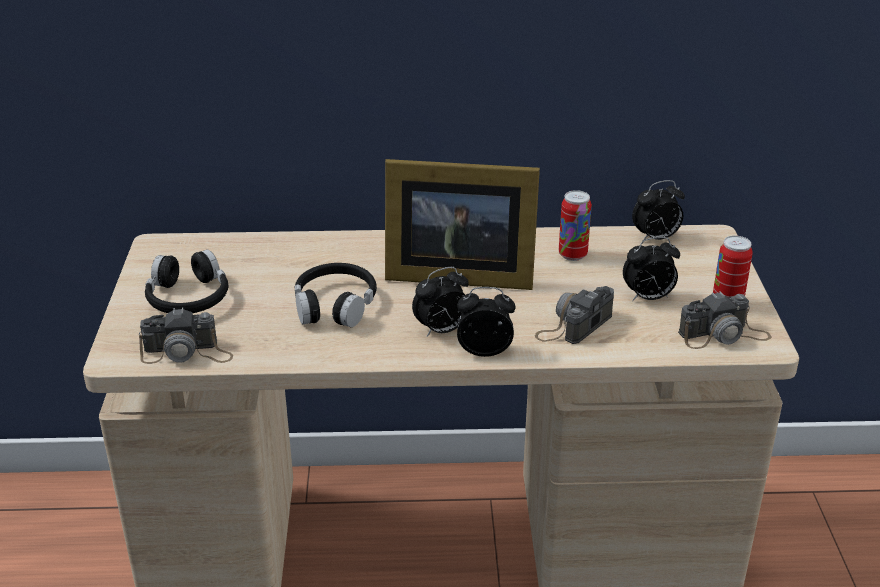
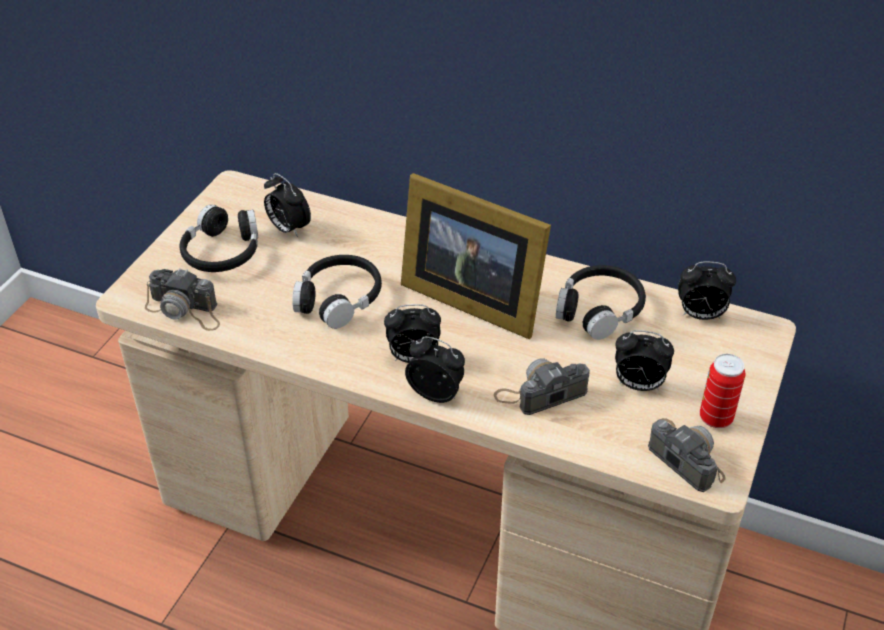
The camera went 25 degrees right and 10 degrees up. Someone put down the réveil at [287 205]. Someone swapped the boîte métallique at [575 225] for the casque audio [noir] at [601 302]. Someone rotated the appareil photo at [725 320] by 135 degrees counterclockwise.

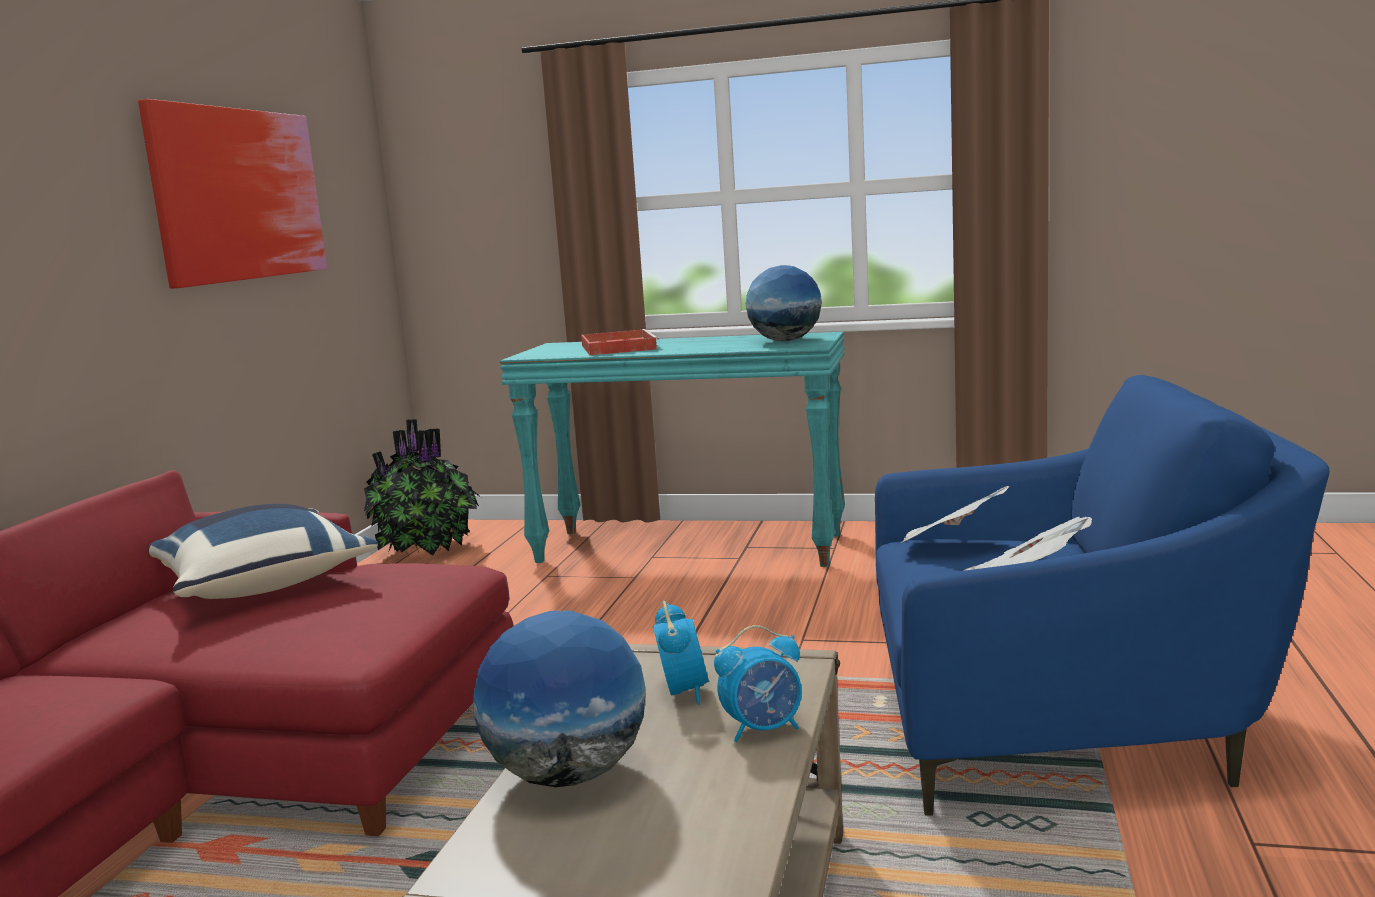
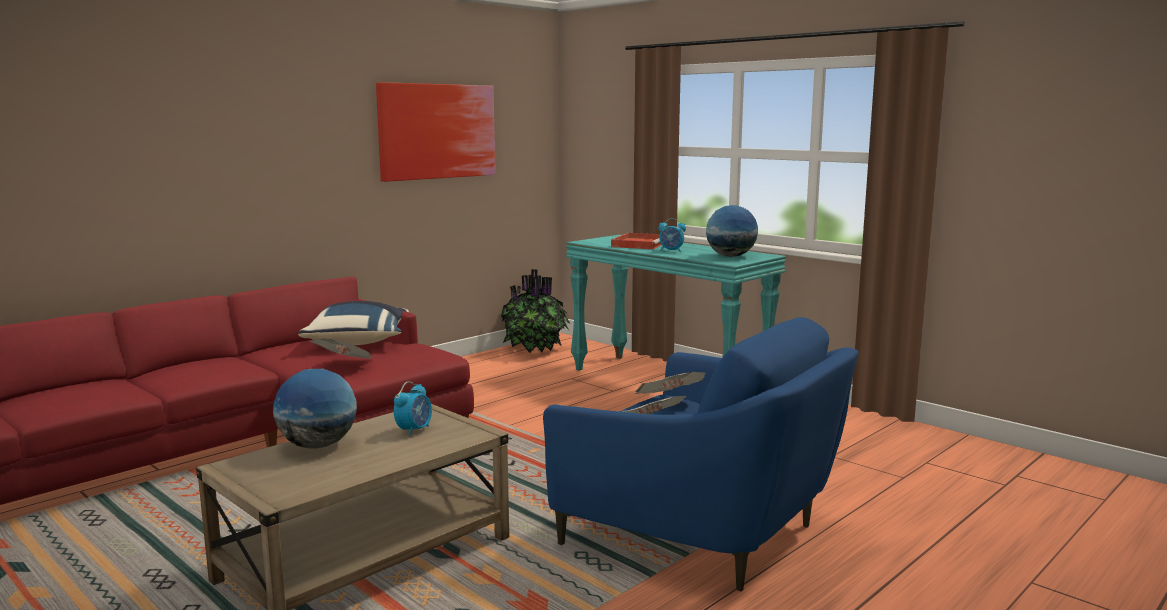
The camera went 30 degrees right and 0 degrees up. Someone put down the journal at [341 348]. Someone carried the réveil from [758 683] to [672 235].

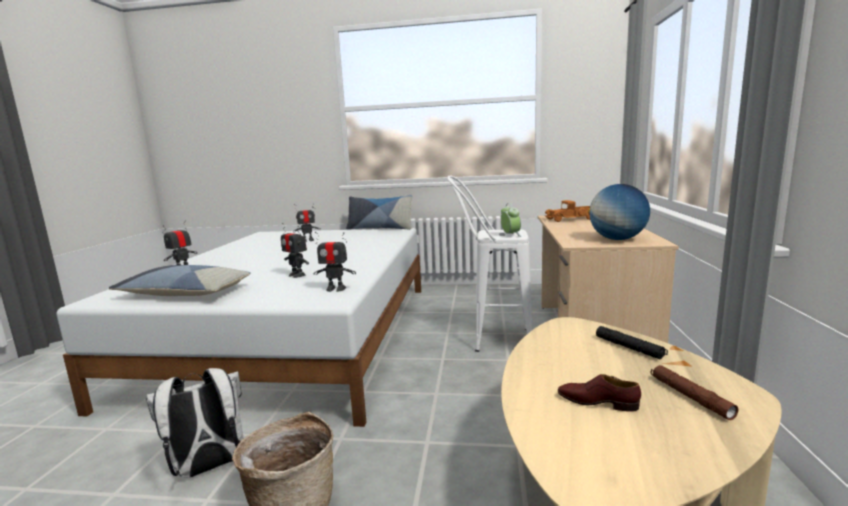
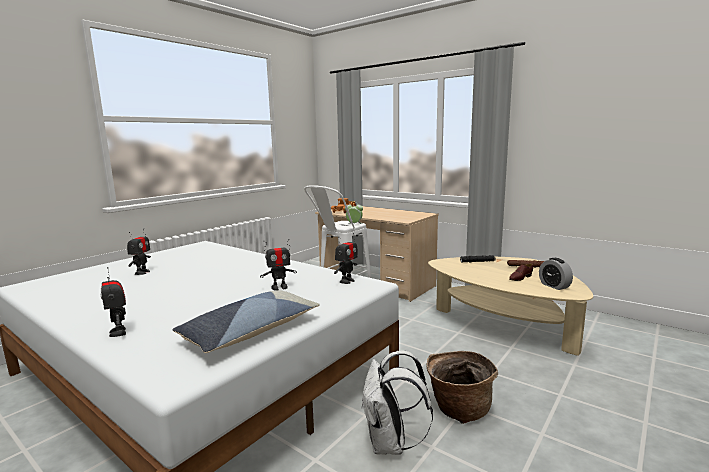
The camera went 60 degrees left and 0 degrees up. Someone took away the coussin at [379 212]. Someone took away the globe at [619 212]. Someone put down the réveil at [556 274].

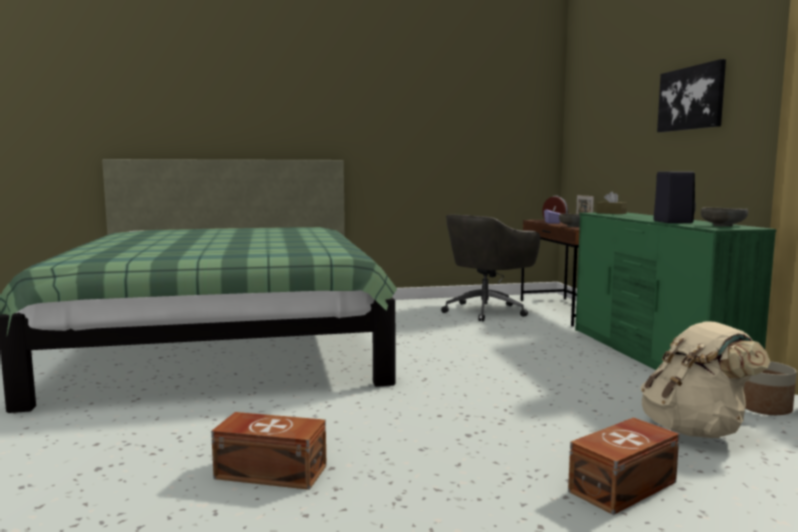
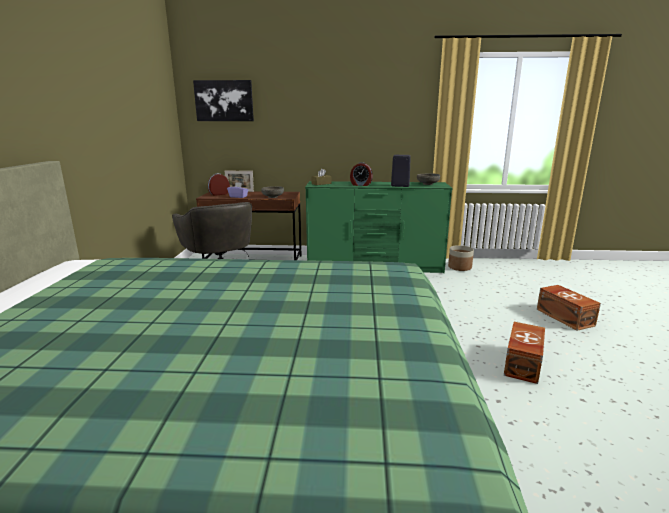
The camera went 75 degrees left and 10 degrees up. Someone took away the sac à dos [beige] at [705 380]. Someone put down the réveil at [361 174]. Someone carried the boîte de rangement [marron] from [269 451] to [524 353]. Someone carried the tableau from [691 95] to [223 100].

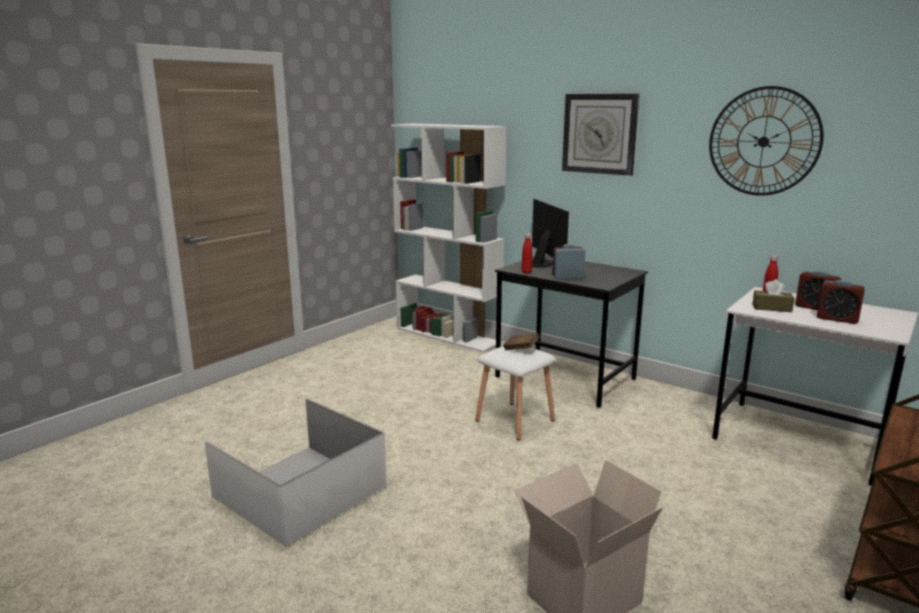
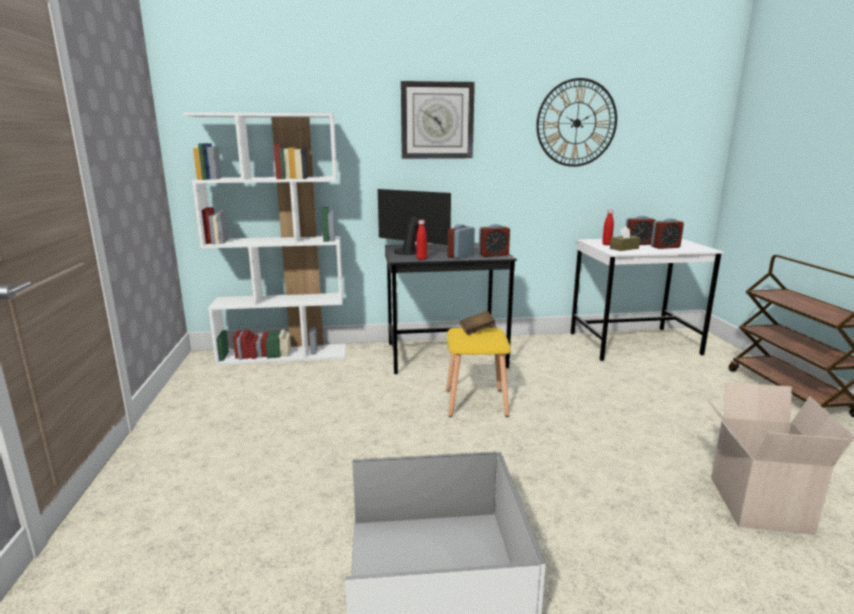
The camera went 45 degrees left and 0 degrees up. Someone put down the réveil at [494 240]. Someone repainted the tabouret [blanc] at [515 393], which became the tabouret [jaune] at [478 372].

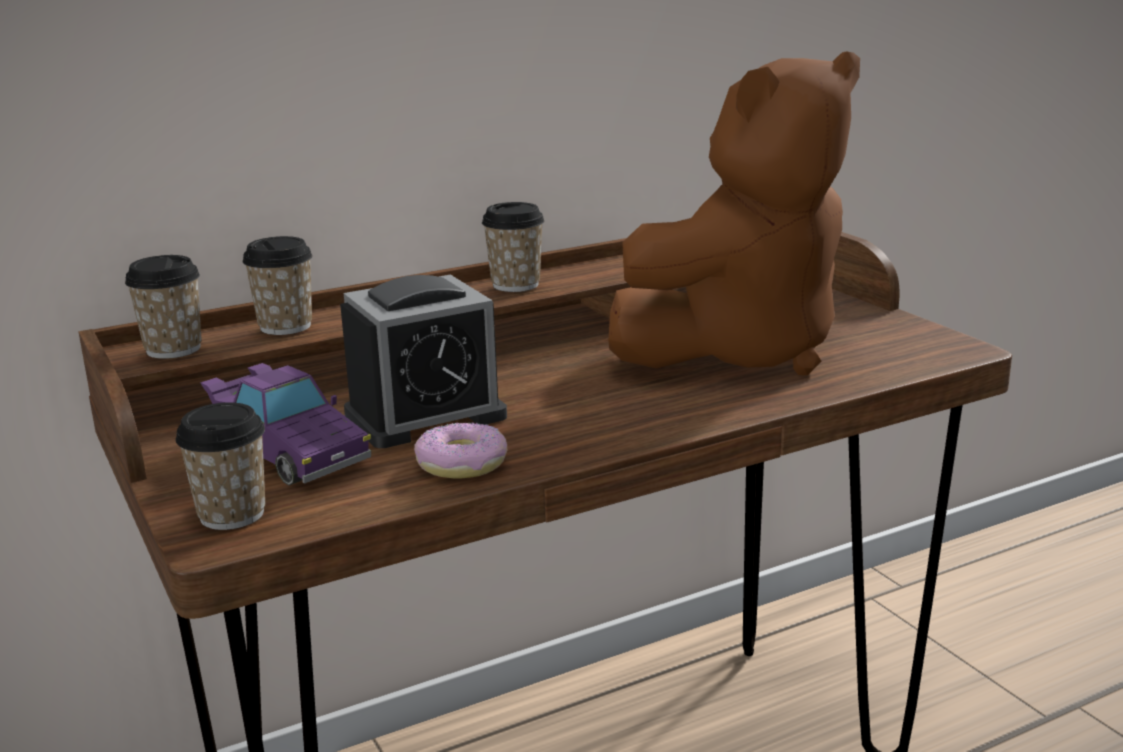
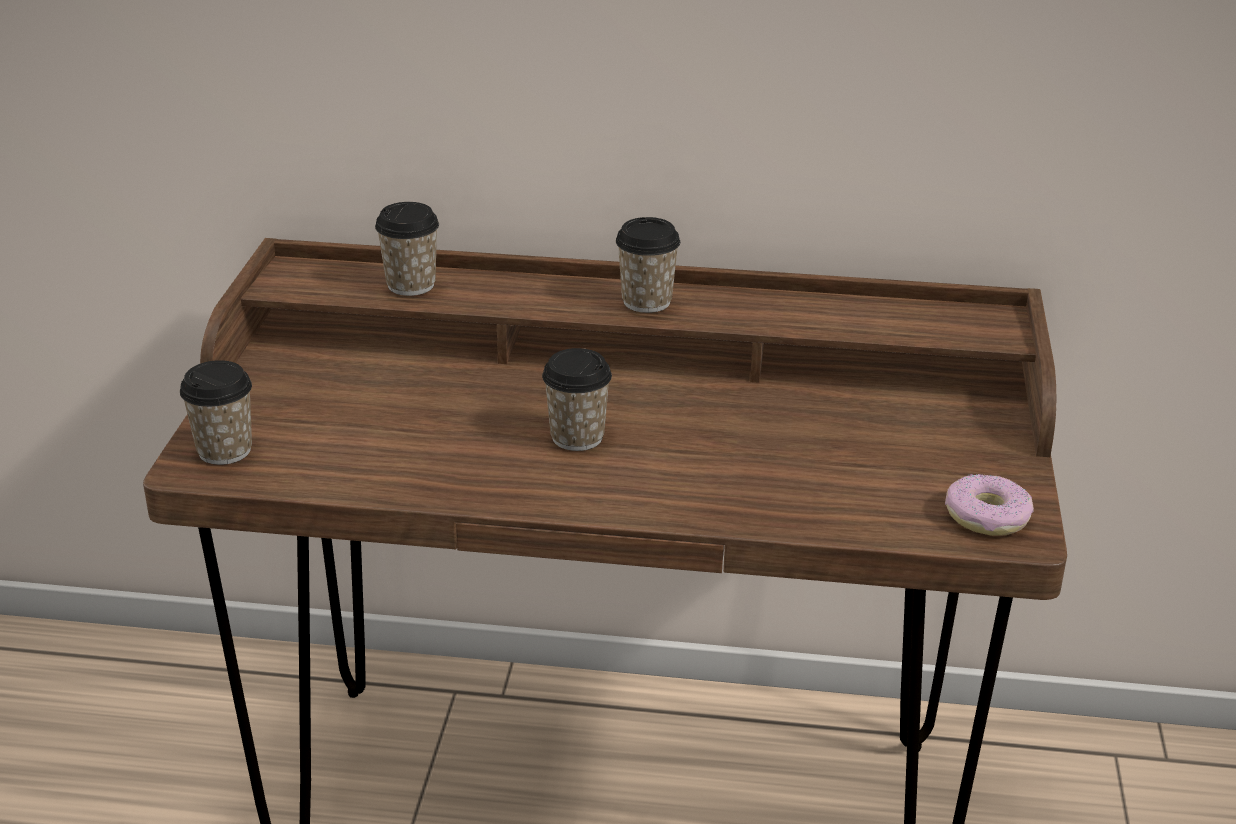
The camera went 35 degrees right and 10 degrees up. Someone took away the petite voiture [violet] at [285 424]. Someone took away the réveil at [423 361]. Someone took away the peluche [marron] at [734 213]. Someone carried the tasse from [163 307] to [577 399]. Someone carried the beignet from [460 450] to [989 505].

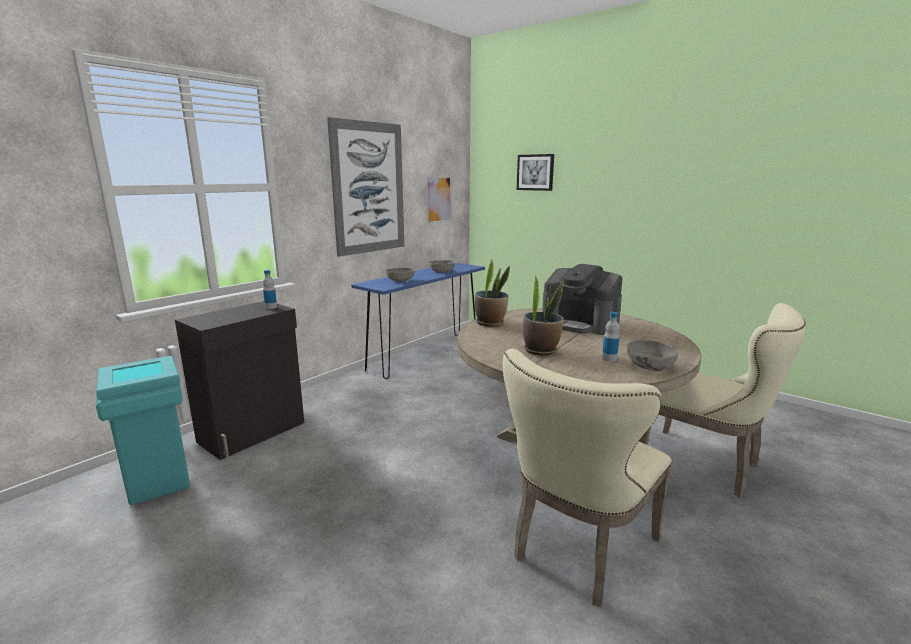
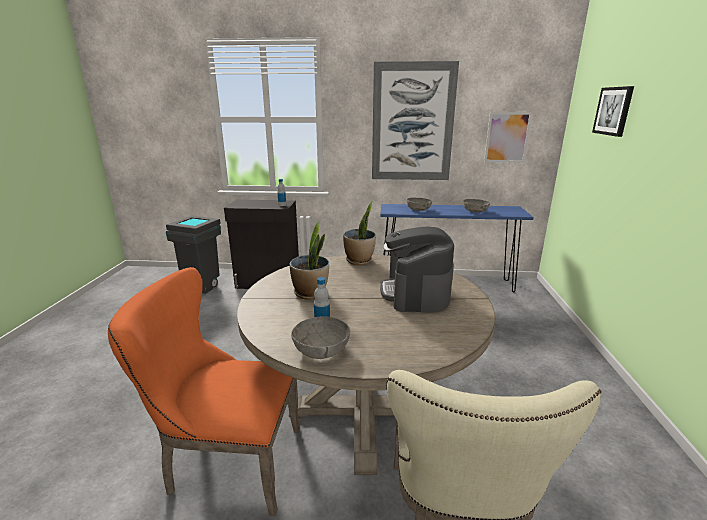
The camera went 55 degrees right and 5 degrees up. Someone repainted the poubelle [turquoise] at [143 430], which became the poubelle [gris] at [193 255]. Someone repainted the chaise [beige] at [587 478], which became the chaise [orange] at [204 391].

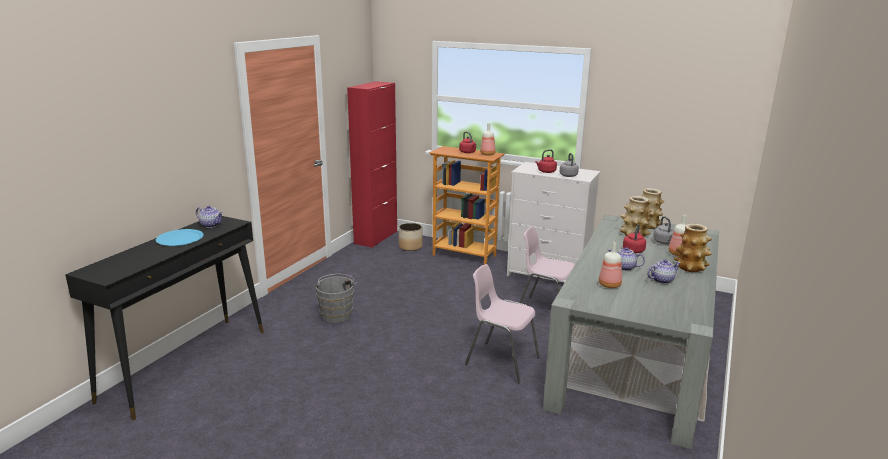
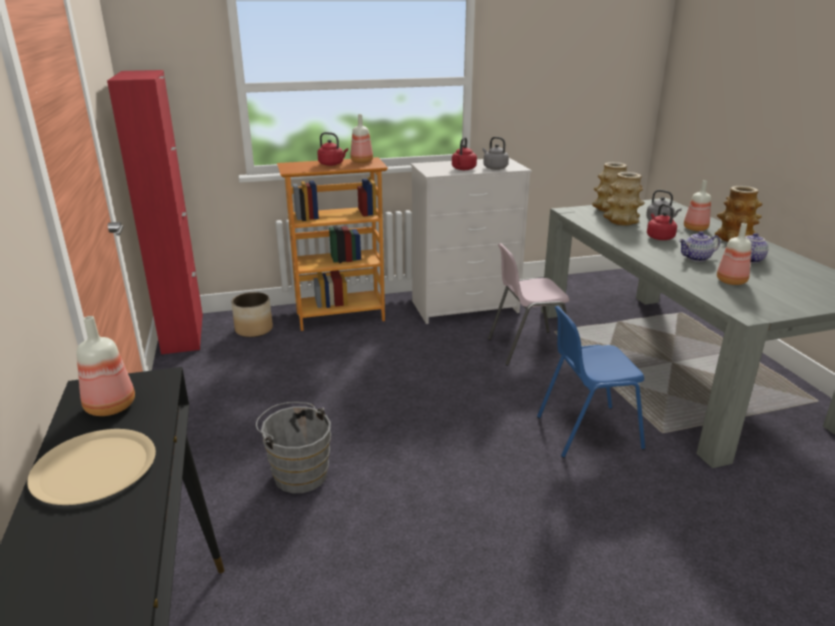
The camera went 40 degrees left and 5 degrees up. Someone swapped the théière at [209 217] for the bouteille at [105 366]. Someone repainted the assiette [bleu] at [180 237], which became the assiette [beige] at [91 467]. Someone repainted the chaise [rose] at [502 323], which became the chaise [bleu] at [591 382].

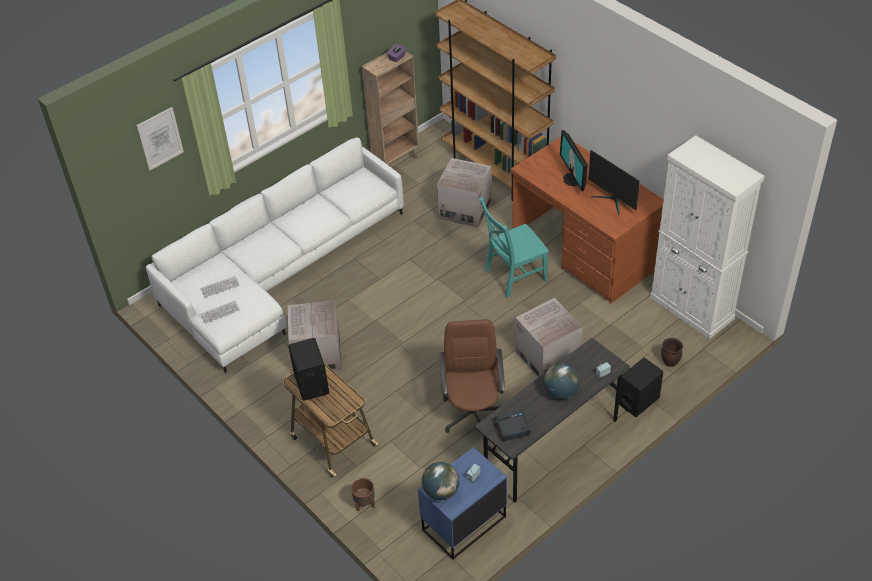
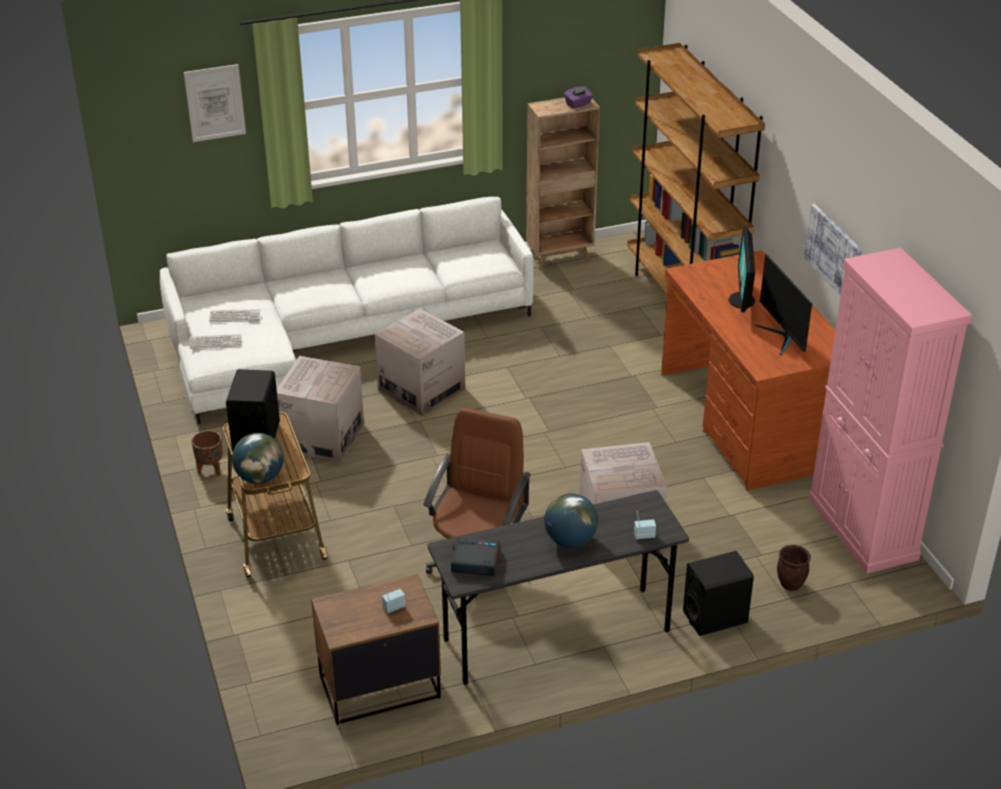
The camera went 20 degrees right and 10 degrees down. Someone took away the chaise [turquoise] at [514 248]. Someone put up the tableau at [833 250]. Someone carried the cache-pot [marron] from [363 494] to [207 453]. Someone carried the globe from [441 481] to [258 458]. Someone carried the carton from [464 193] to [420 362]. Someone repainted the table de chevet [bleu] at [462 503], which became the table de chevet [marron] at [376 649]. Someone repainted the meuble de rangement [blanc] at [707 237], which became the meuble de rangement [rose] at [890 411].

